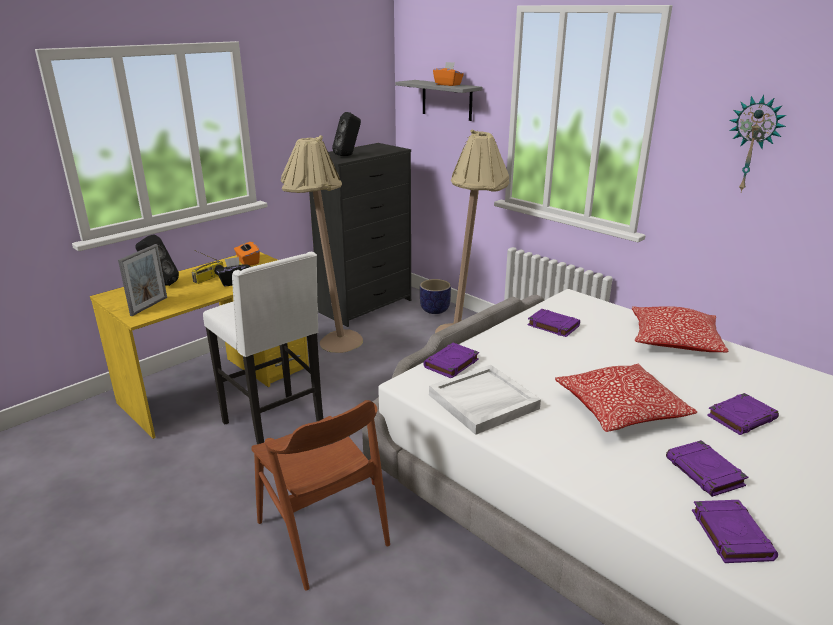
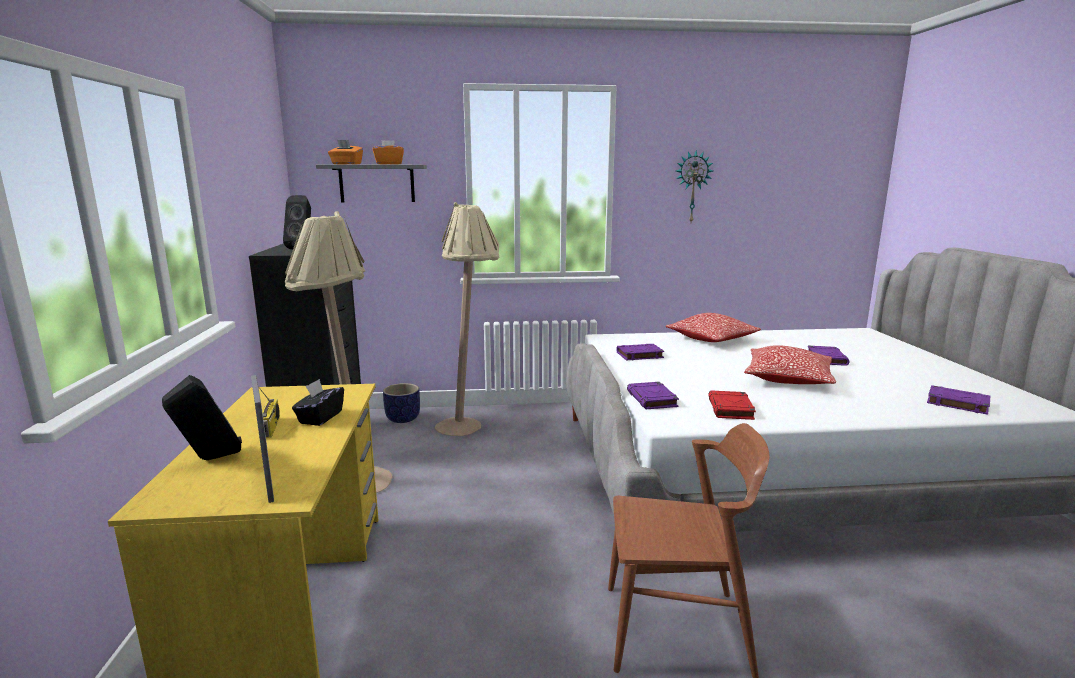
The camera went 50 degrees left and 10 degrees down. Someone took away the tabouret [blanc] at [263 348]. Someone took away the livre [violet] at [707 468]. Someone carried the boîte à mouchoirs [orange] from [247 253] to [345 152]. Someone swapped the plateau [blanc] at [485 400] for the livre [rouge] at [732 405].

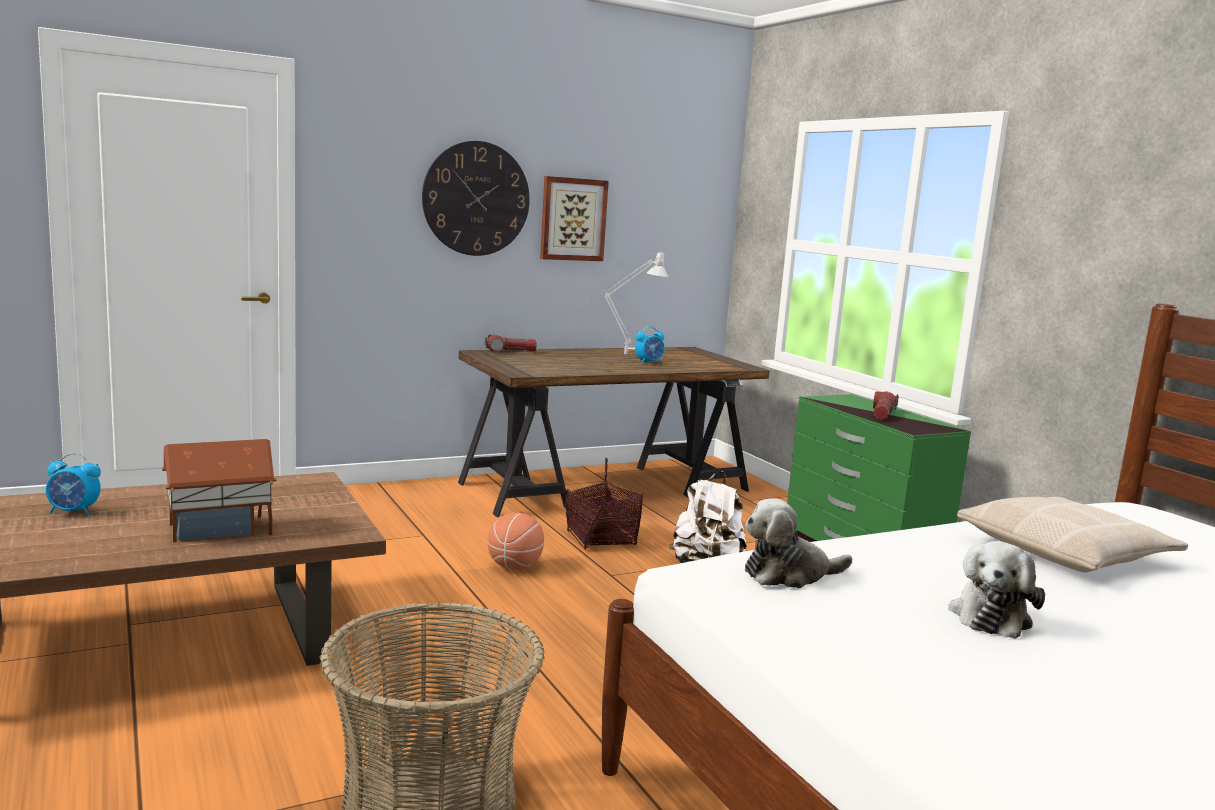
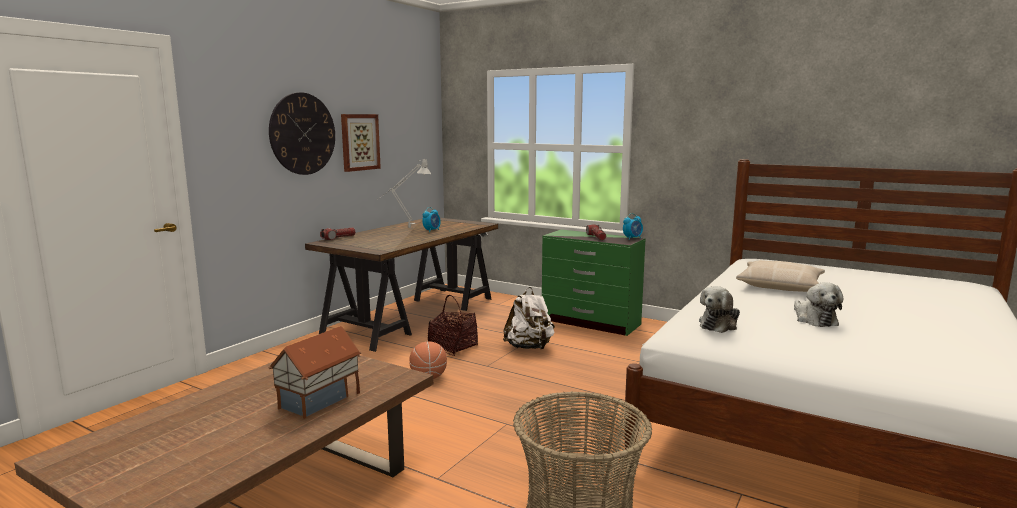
The camera went 30 degrees left and 0 degrees up. Someone carried the réveil from [73 484] to [633 226].

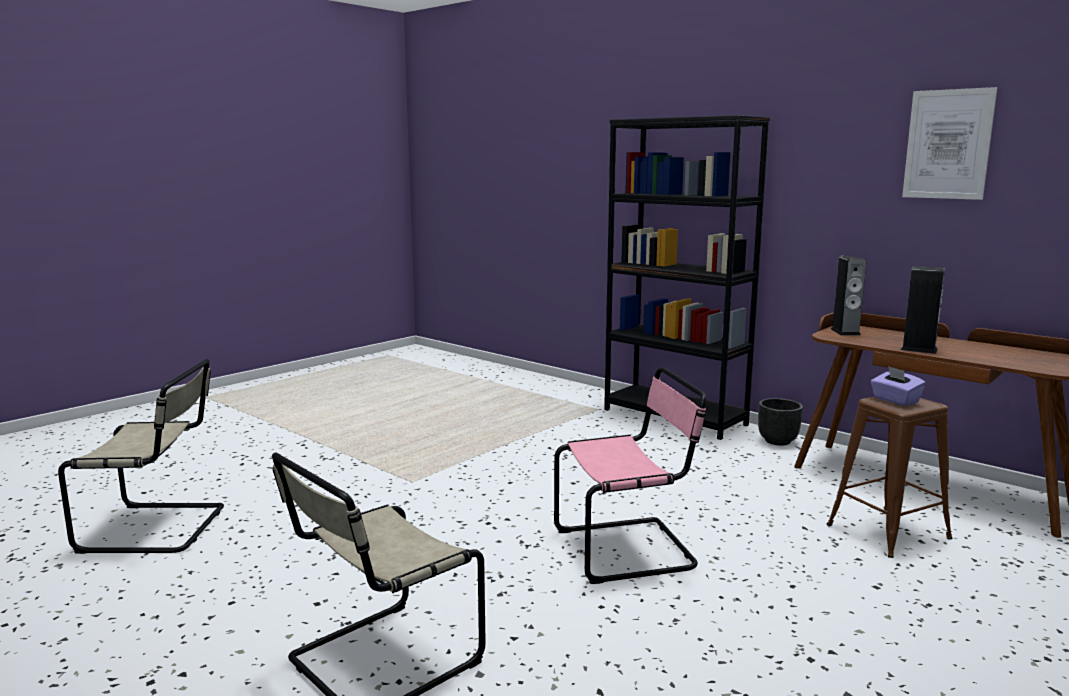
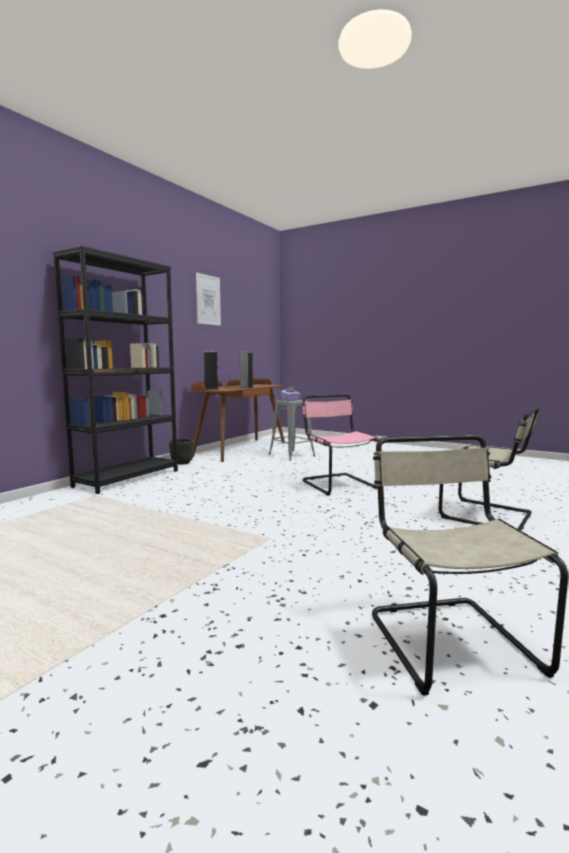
The camera went 100 degrees left and 5 degrees down. Someone repainted the tabouret [marron] at [889 477], which became the tabouret [gris] at [292 430].

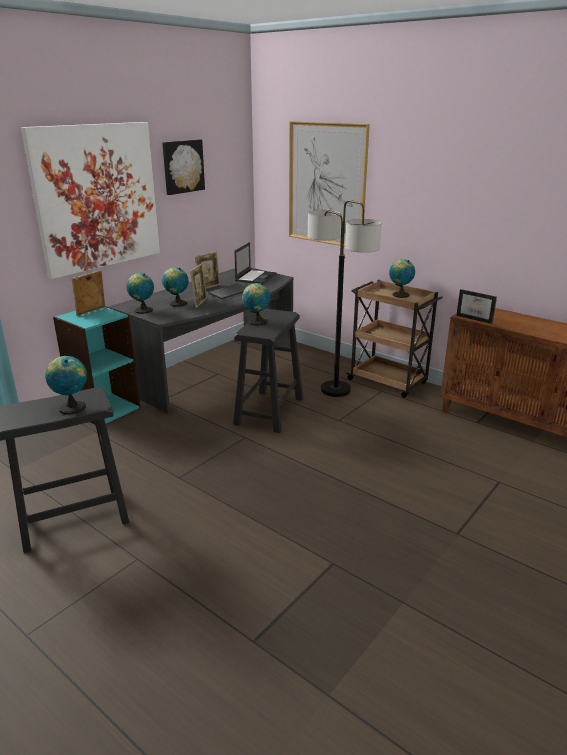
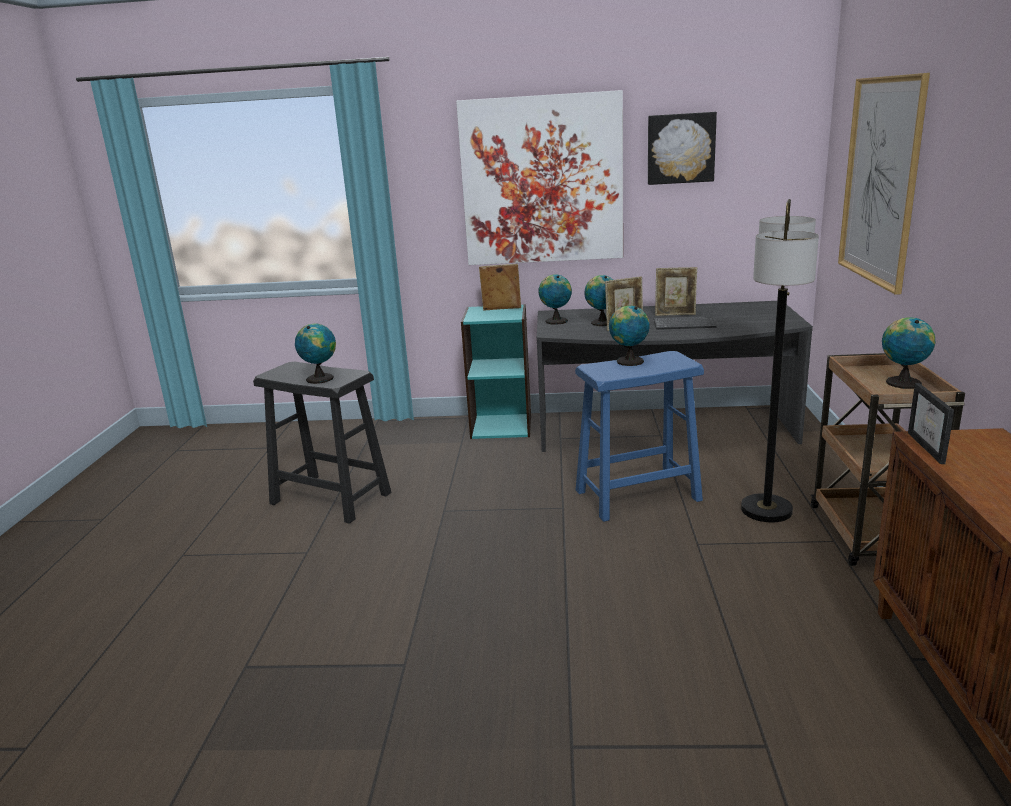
The camera went 55 degrees right and 5 degrees down. Someone took away the ordinateur portable at [255 263]. Someone repainted the tabouret [noir] at [268 371], which became the tabouret [bleu] at [639 436].

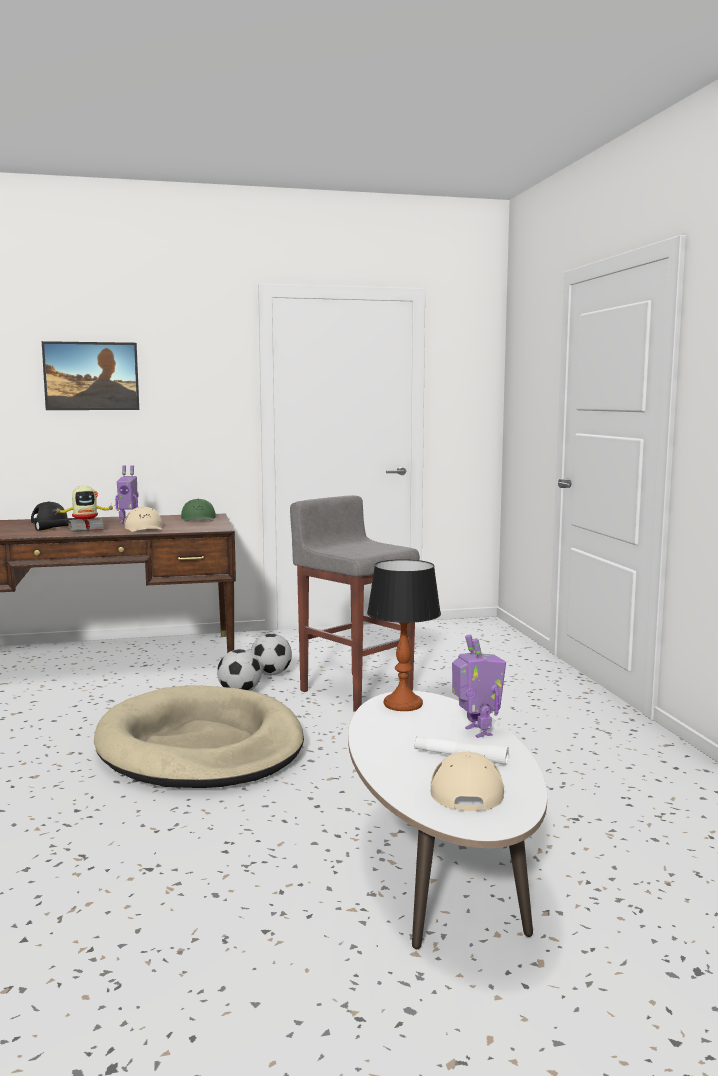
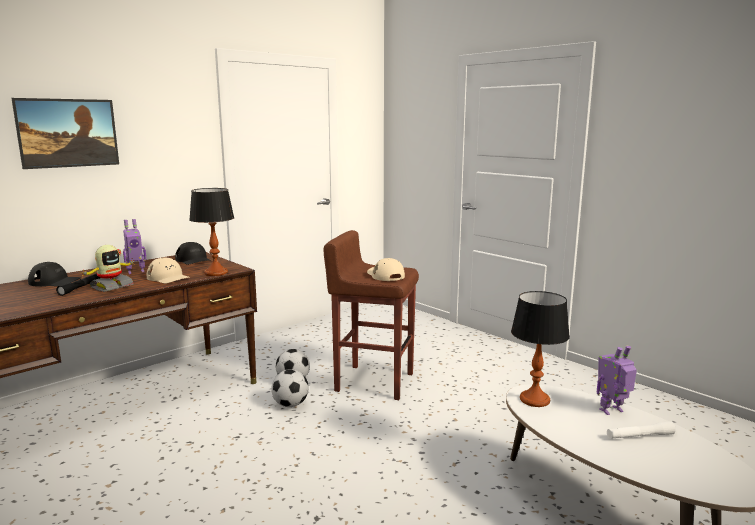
The camera went 30 degrees left and 5 degrees up. Someone took away the panier pour chien [beige] at [199 736]. Someone put down the lampe de table at [211 232]. Someone carried the casquette [beige] from [467 781] to [386 269]. Someone repainted the casquette [vert] at [198 510], which became the casquette [noir] at [193 253]. Someone repainted the tabouret [gris] at [355 603], which became the tabouret [marron] at [371 315]. Someone rotated the robot jouet at [479 686] by 60 degrees counterclockwise.

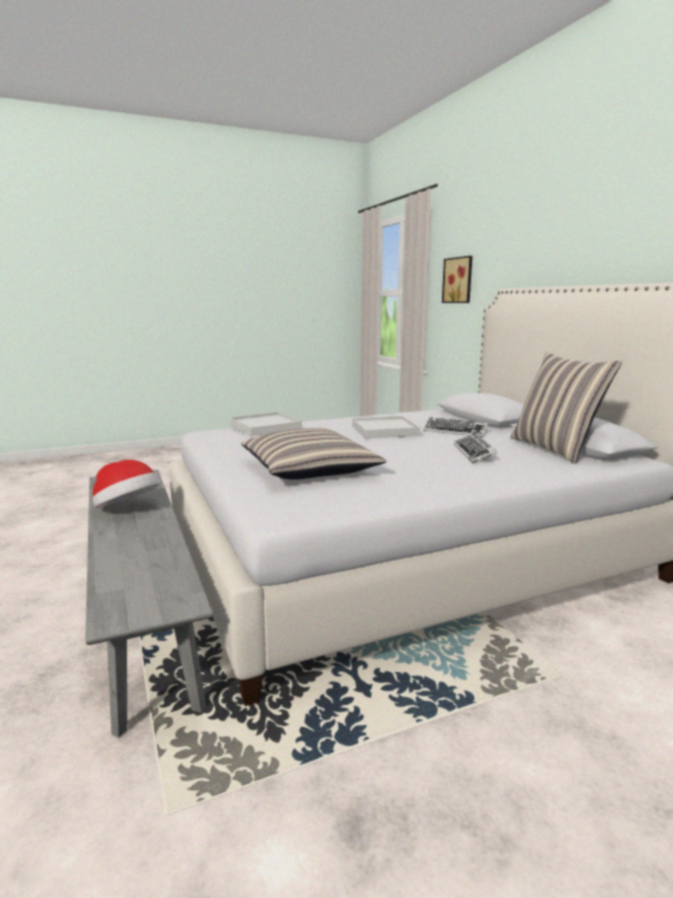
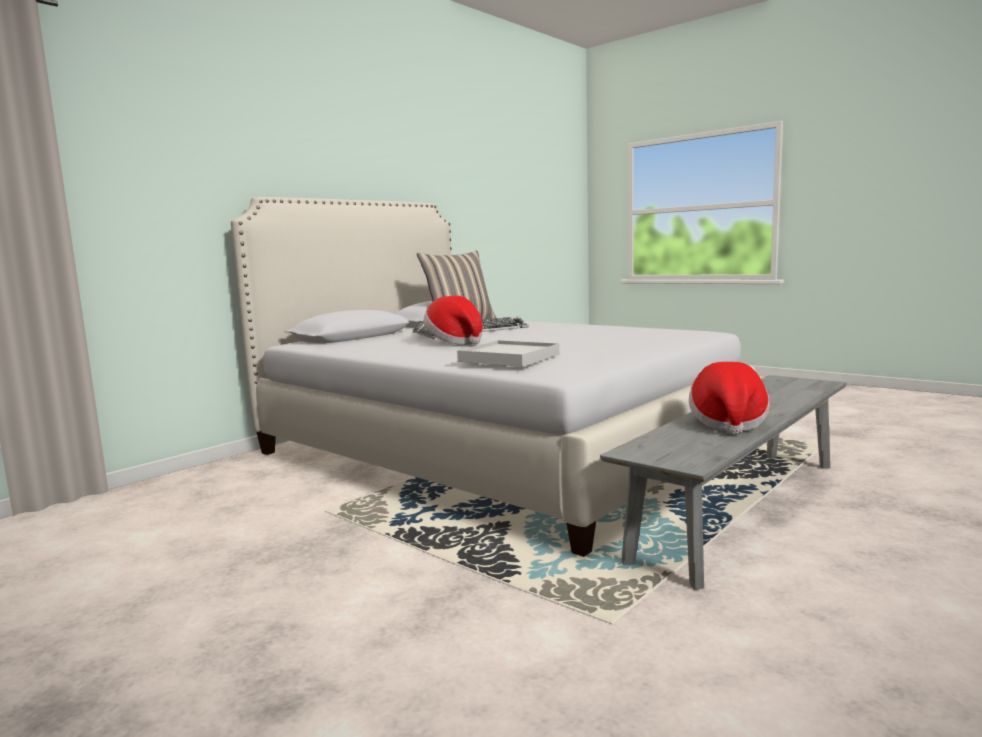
The camera went 115 degrees left and 5 degrees down. Someone took away the coussin at [313 454]. Someone took away the tableau at [457 279]. Someone swapped the plateau [blanc] at [386 427] for the chapeau at [453 320].

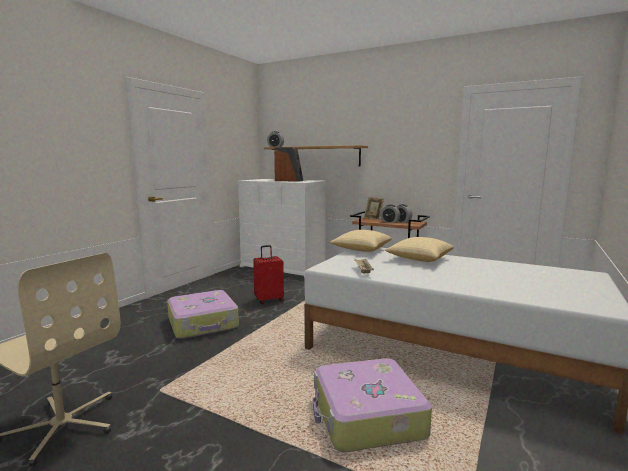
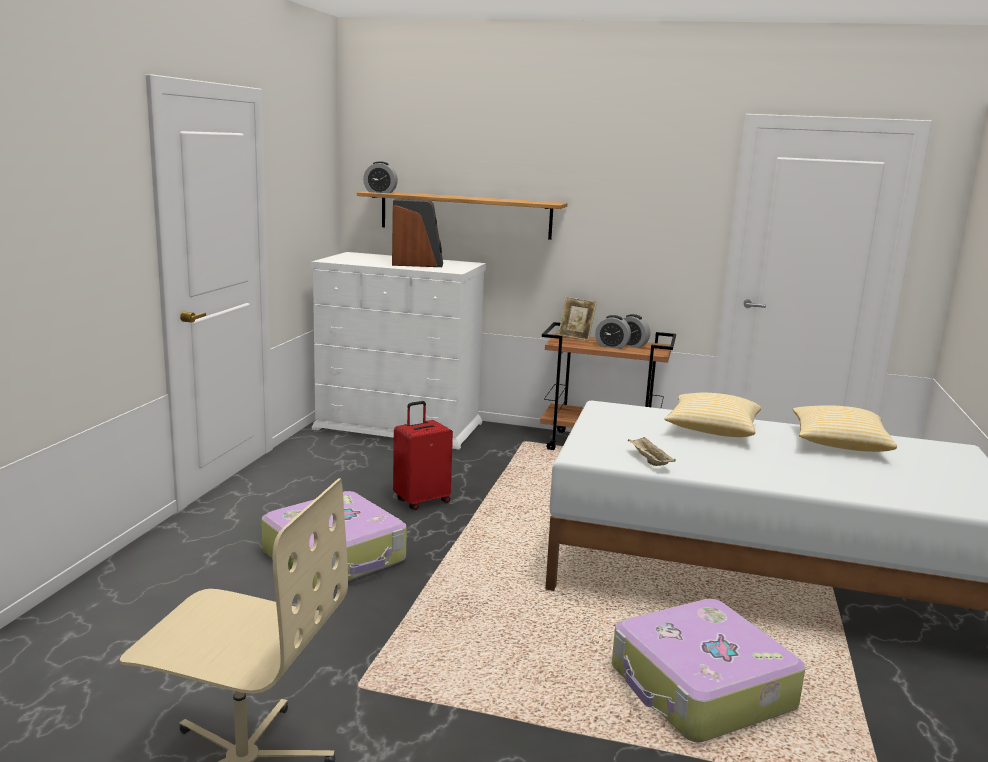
The camera went 15 degrees left and 5 degrees up. Someone carried the coussin from [361 241] to [845 428].

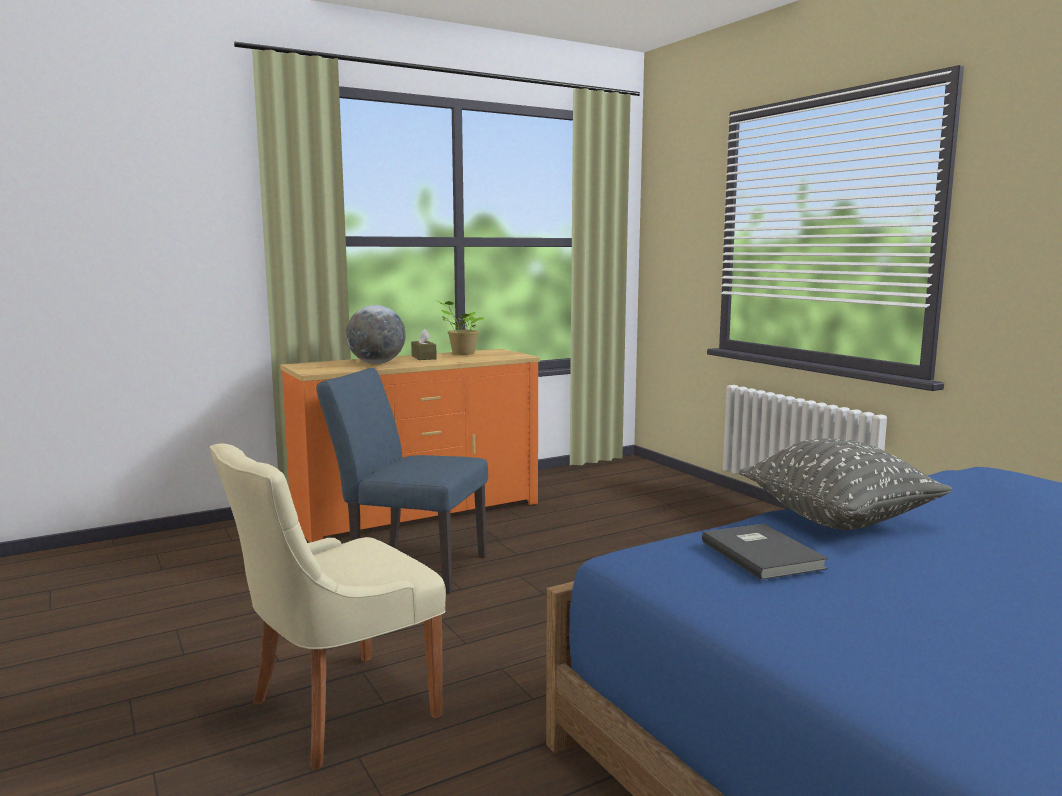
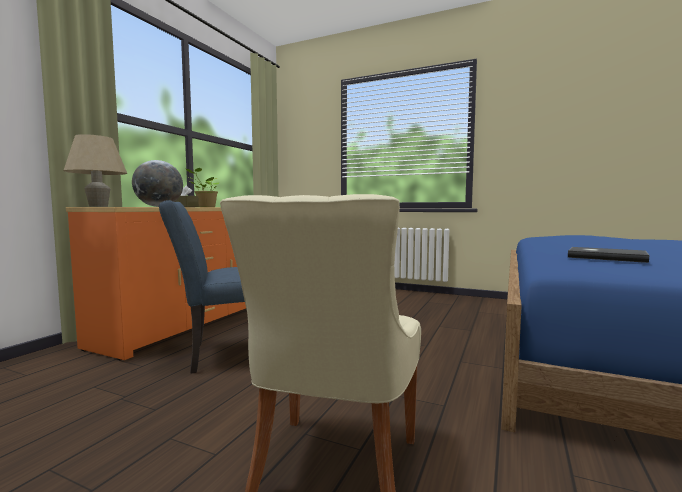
The camera went 35 degrees left and 5 degrees down. Someone took away the coussin [gris] at [845 484]. Someone put down the lampe de table [beige] at [95 170].

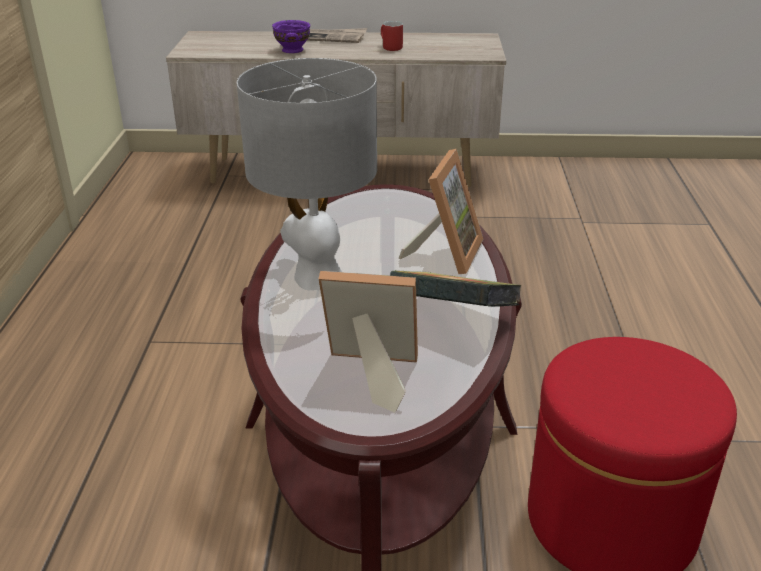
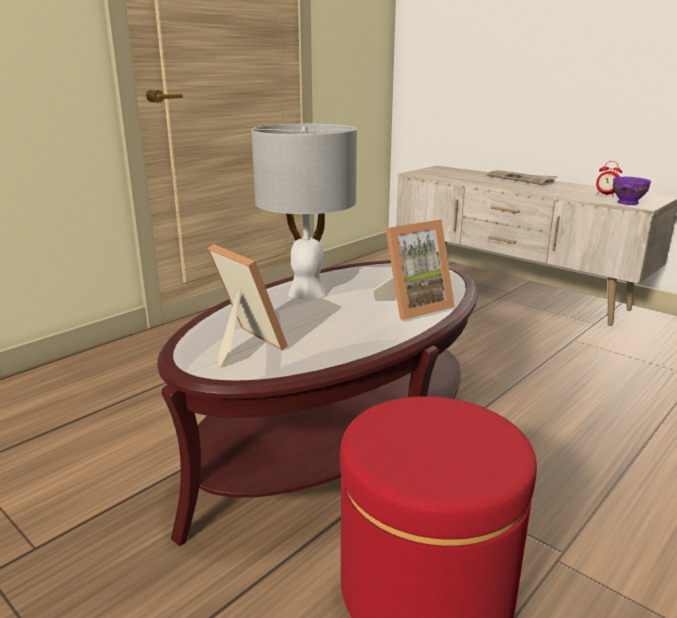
The camera went 40 degrees right and 10 degrees down. Someone took away the mug [rouge] at [392 36]. Someone took away the livre at [456 288]. Someone put down the réveil at [609 179]. Someone carried the bol [violet] from [291 36] to [632 191].

